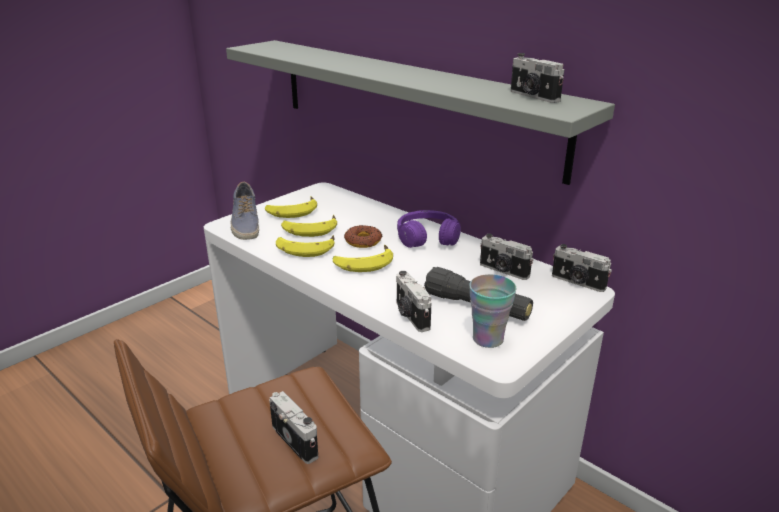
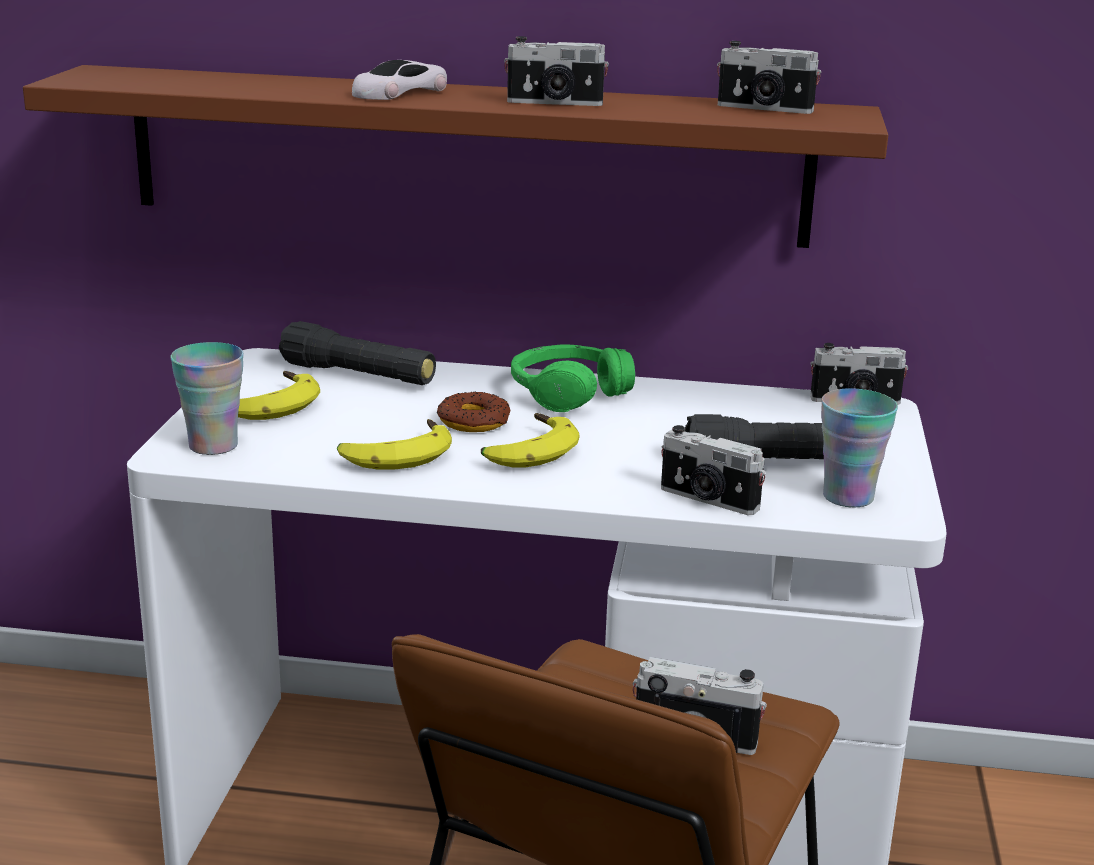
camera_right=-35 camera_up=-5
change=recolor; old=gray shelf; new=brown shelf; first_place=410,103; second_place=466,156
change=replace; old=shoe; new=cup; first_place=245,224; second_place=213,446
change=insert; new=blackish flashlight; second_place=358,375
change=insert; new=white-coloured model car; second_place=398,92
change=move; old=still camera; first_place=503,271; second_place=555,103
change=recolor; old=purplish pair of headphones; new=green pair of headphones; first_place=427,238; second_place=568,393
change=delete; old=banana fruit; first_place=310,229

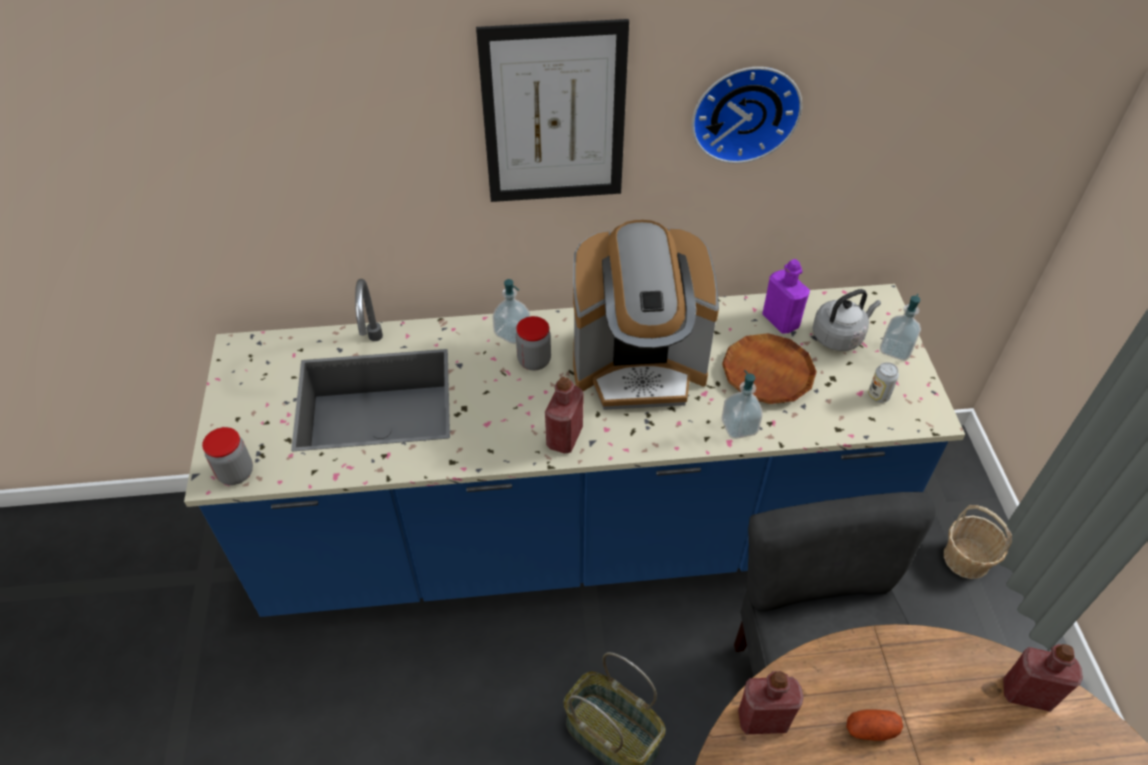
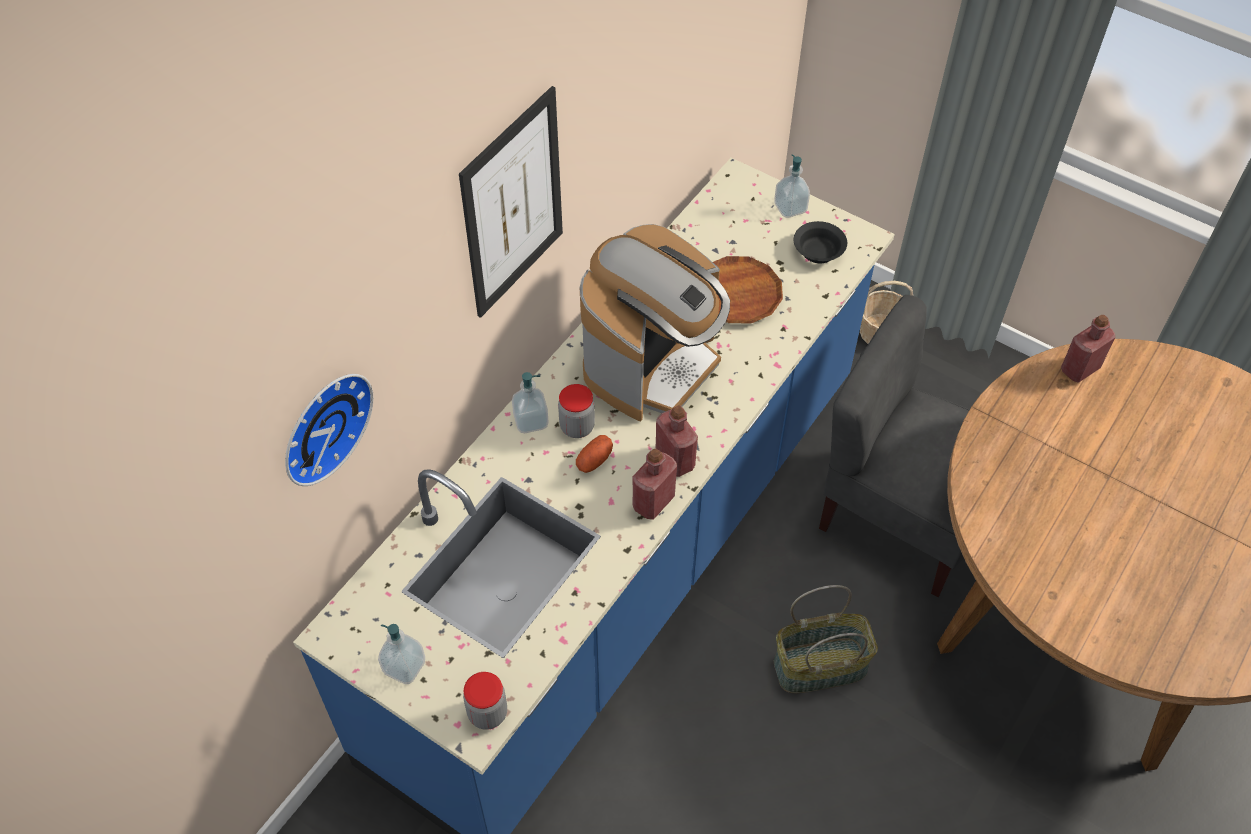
camera_right=-50 camera_up=5
change=move; old=clock on the wall; first_place=744,111; second_place=322,425
change=move; old=soap bottle; first_place=739,426; second_place=404,667
change=move; old=potato; first_place=871,730; second_place=594,460
change=move; old=red-coloured drink bottle; first_place=763,719; second_place=653,502
change=replace; old=sealed can; new=blackish deep dish; first_place=878,396; second_place=819,251
change=delete; old=purplish drink bottle; first_place=780,321
change=delete; old=gray tea kettle; first_place=839,336

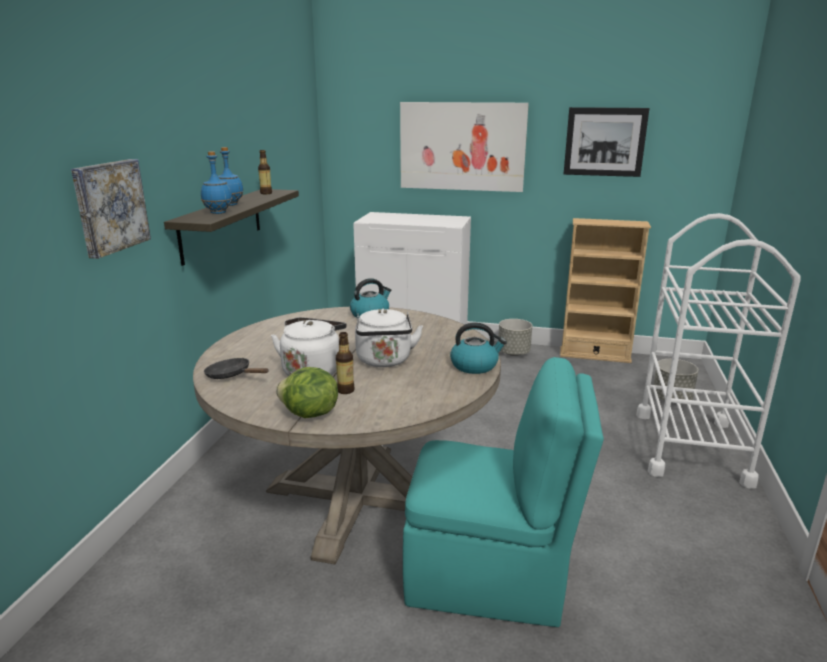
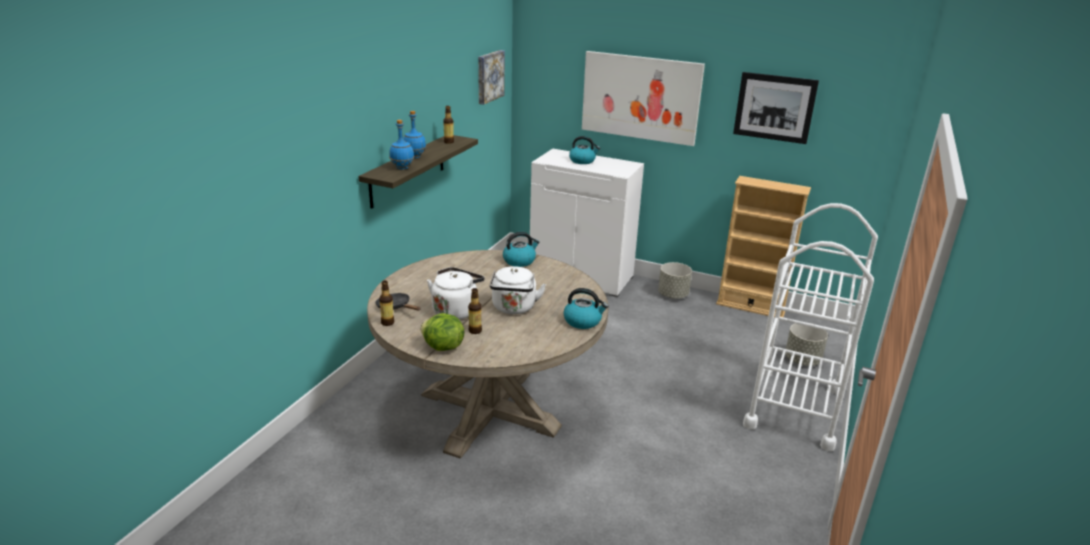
camera_right=10 camera_up=5
change=insert; new=drink bottle; second_place=387,323
change=move; old=wall art; first_place=109,206; second_place=489,76
change=insert; new=tea kettle; second_place=582,161
change=delete; old=blue-green chair; first_place=490,576

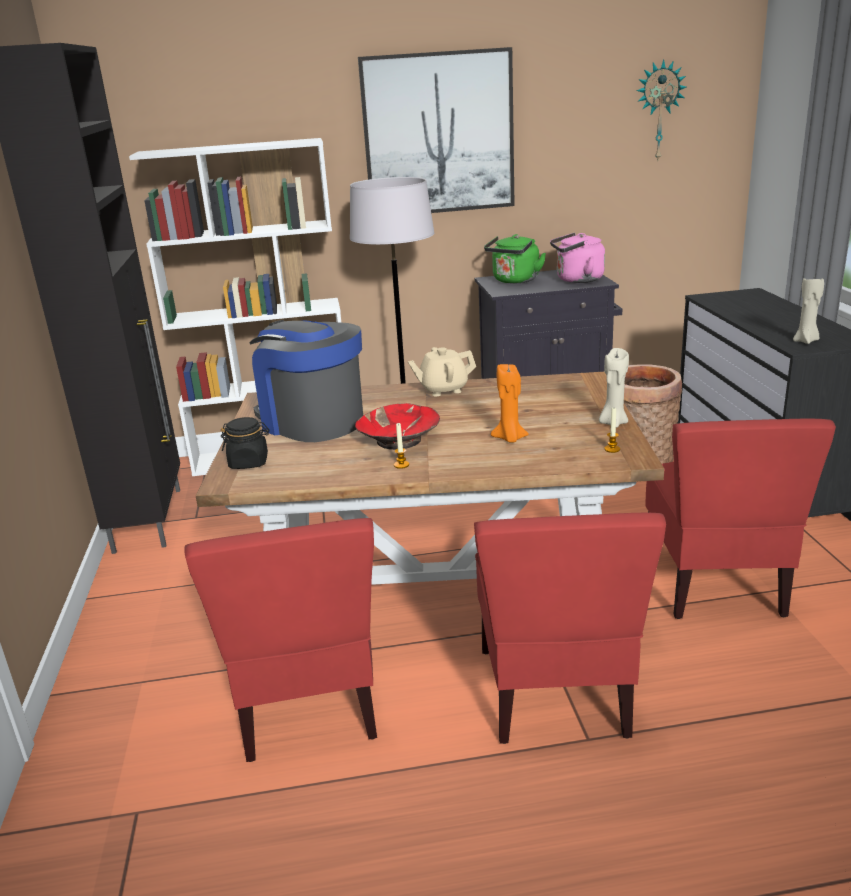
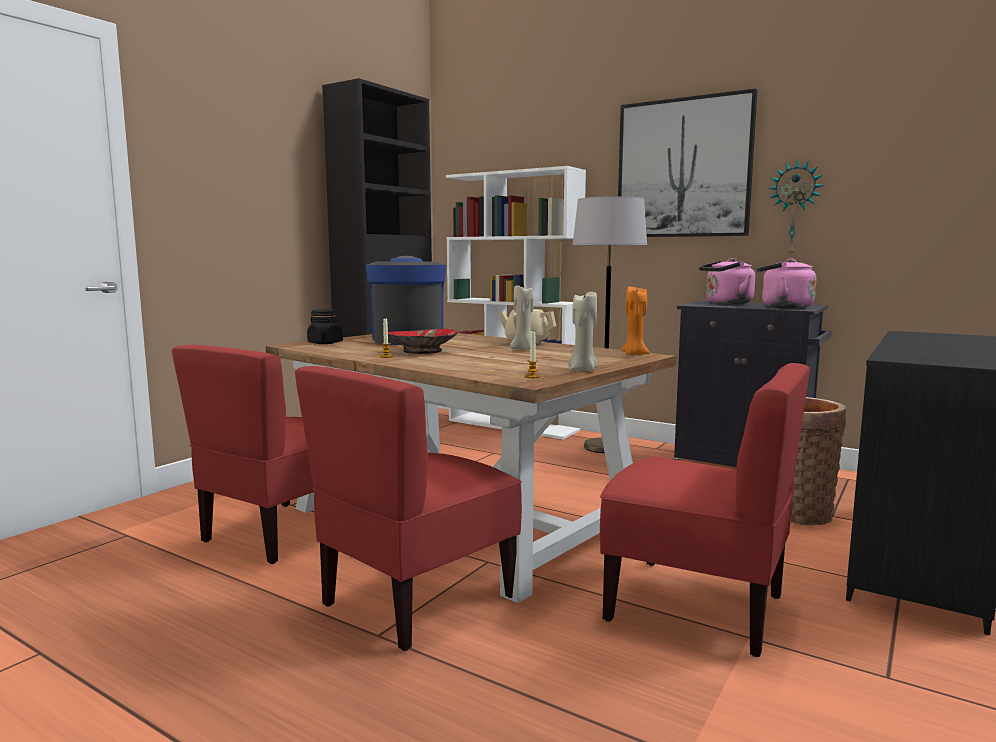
camera_right=40 camera_up=-15
change=move; old=sand-coloured wax light; first_place=806,341; second_place=523,349
change=rotate; old=red-coloured chair; first_place=715,584; second_place=696,607; degrees=-105
change=move; old=orange wax light; first_place=509,439; second_place=634,354
change=recolor; old=green tea kettle; new=pinkish tea kettle; first_place=514,281; second_place=726,303
change=move; old=clock on the wall; first_place=658,111; second_place=794,208

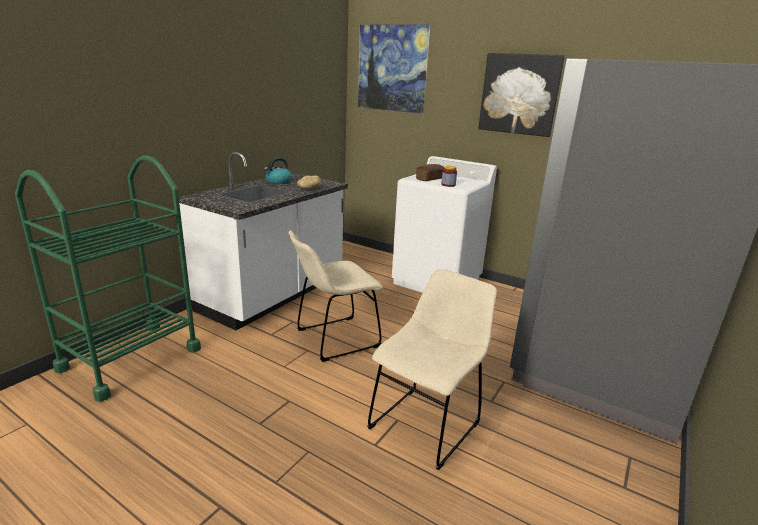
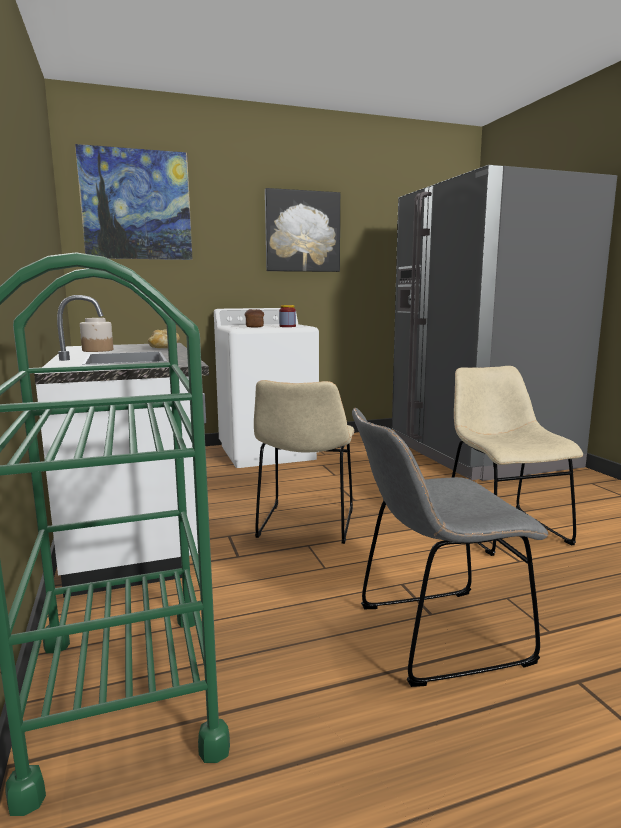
camera_right=-50 camera_up=-10
change=replace; old=tea kettle; new=preserve jar; first_place=278,182; second_place=98,350
change=insert; new=gray chair; second_place=433,636

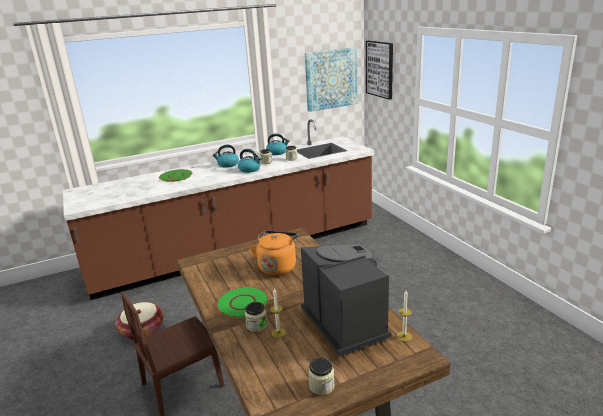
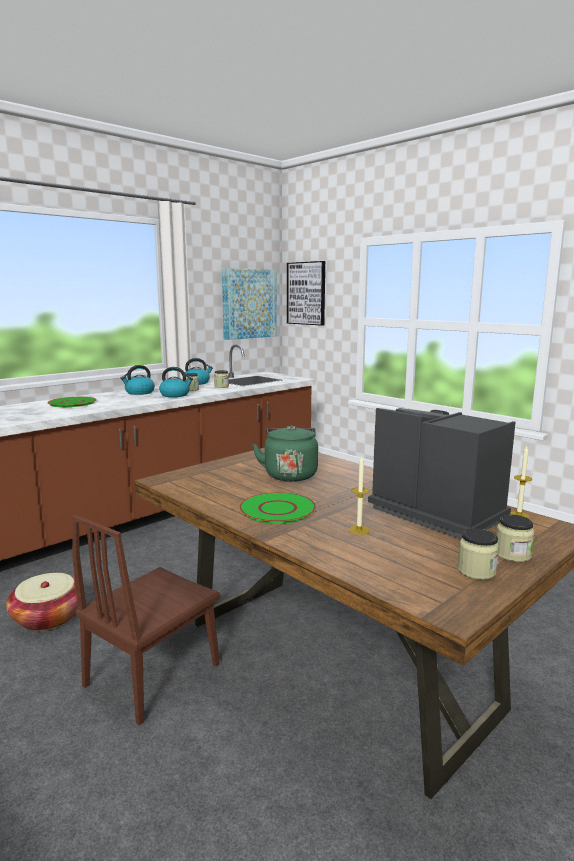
camera_right=-20 camera_up=-10
change=recolor; old=orange tea kettle; new=green tea kettle; first_place=277,266; second_place=290,474
change=move; old=preserve jar; first_place=257,325; second_place=512,554

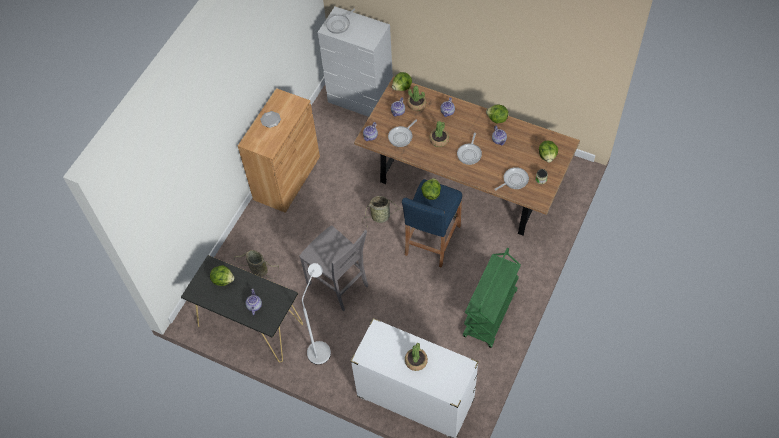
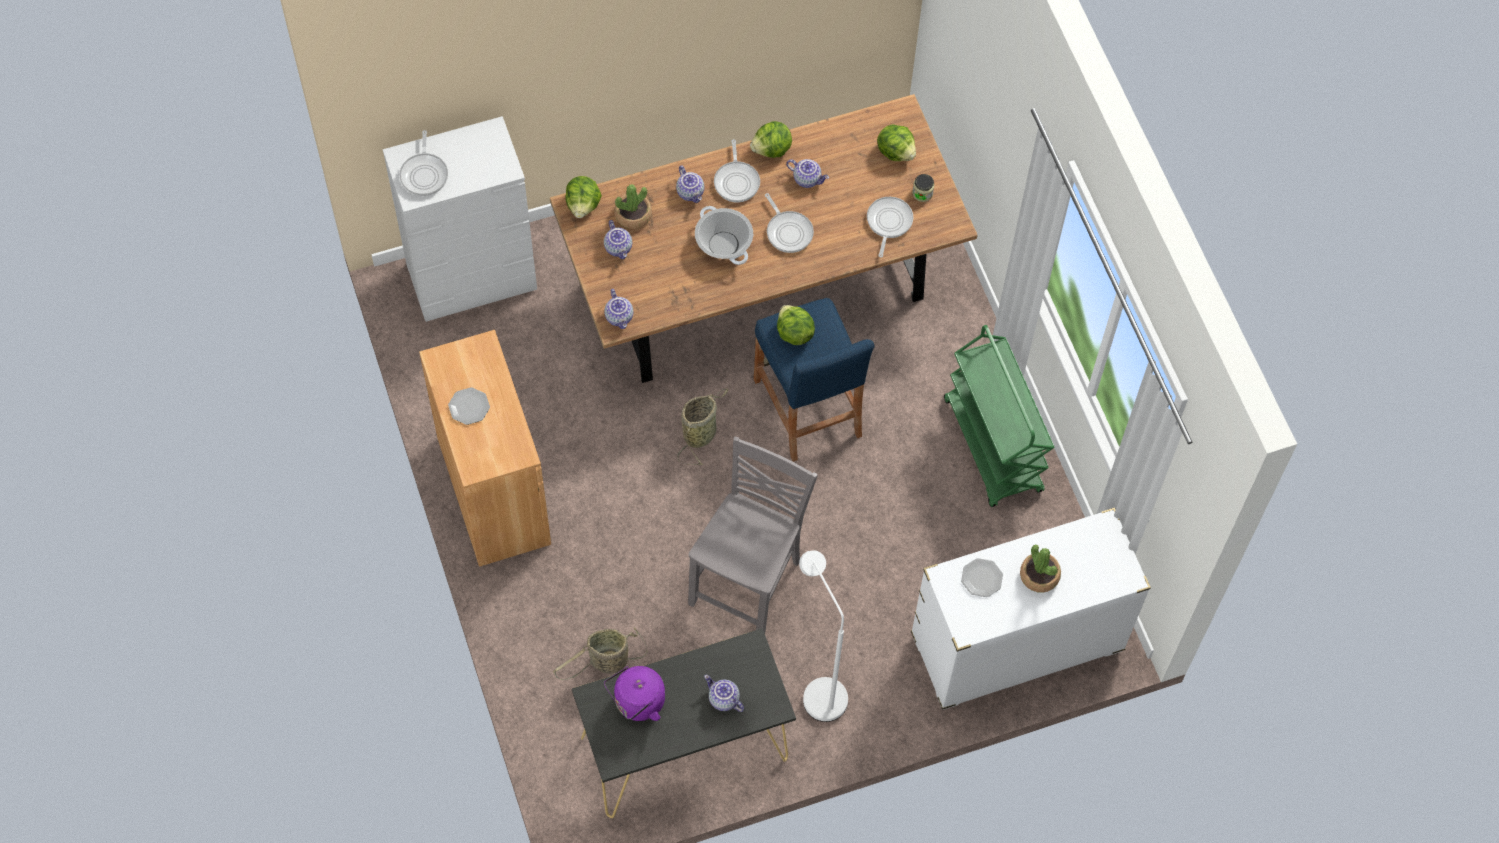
camera_right=-50 camera_up=5
change=replace; old=lettuce; new=purplish tea kettle; first_place=223,280; second_place=637,703
change=rotate; old=gray chair; first_place=339,285; second_place=748,583; degrees=-60
change=replace; old=plant in a pot; new=cooking pot; first_place=439,140; second_place=724,244
change=move; old=pan; first_place=401,137; second_place=736,181
change=insert; new=dinner plate; second_place=981,578

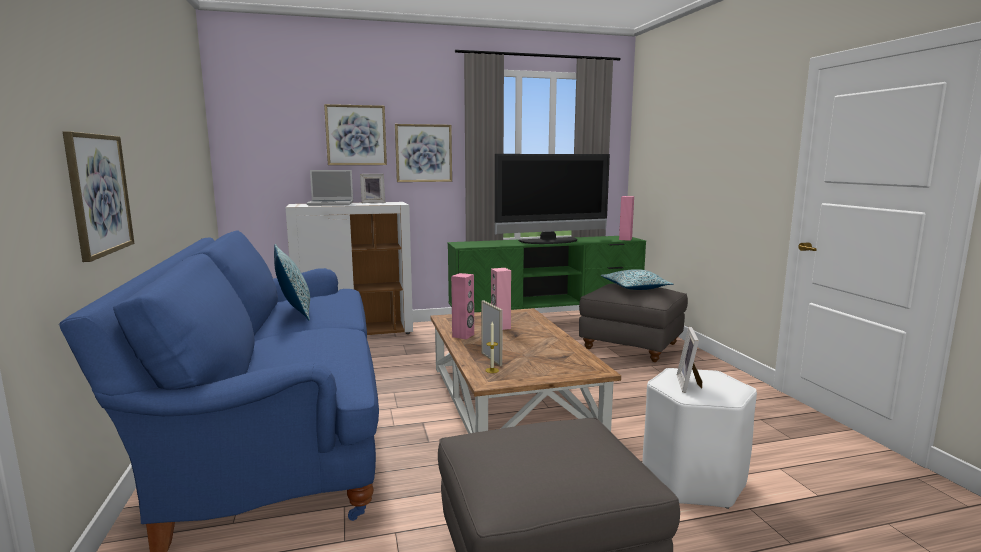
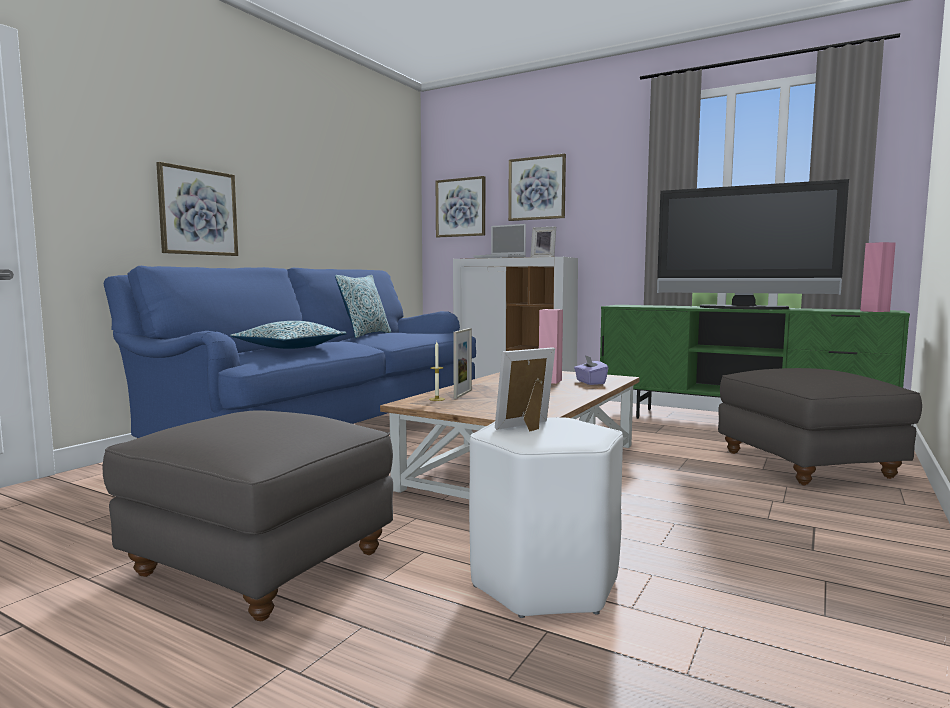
camera_right=45 camera_up=-5
change=move; old=throw pillow; first_place=635,288; second_place=290,347
change=move; old=wall art; first_place=423,153; second_place=460,207
change=insert; new=purplish tissue box; second_place=590,382
change=delete; old=pinkish speaker; first_place=463,336

